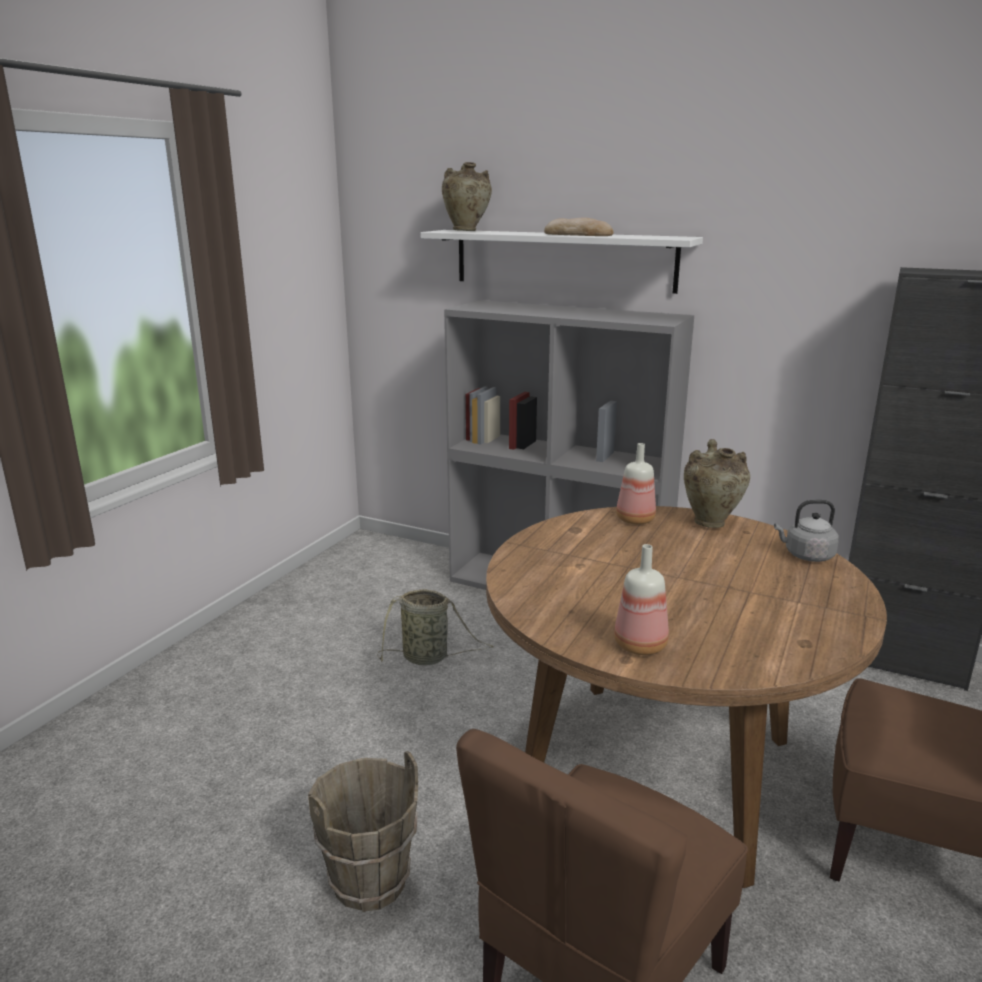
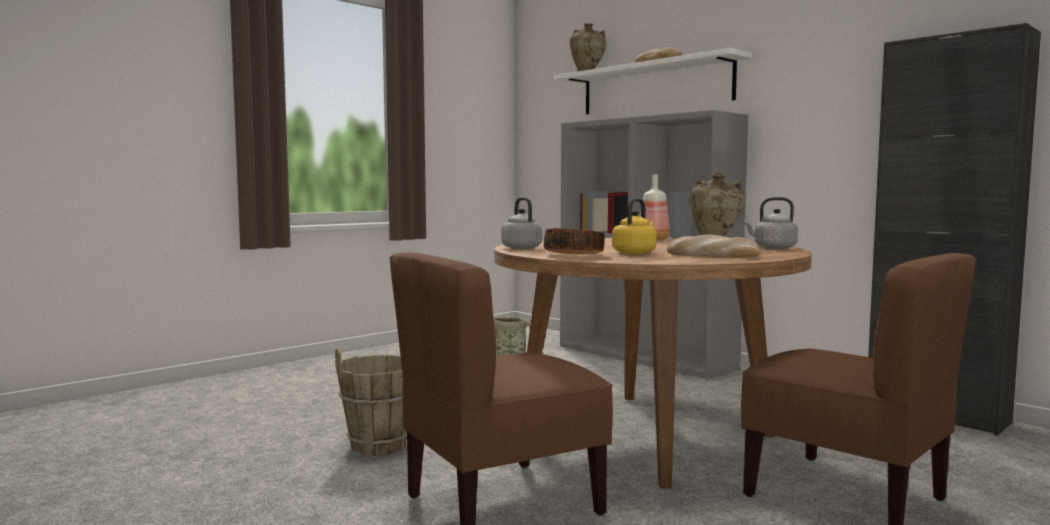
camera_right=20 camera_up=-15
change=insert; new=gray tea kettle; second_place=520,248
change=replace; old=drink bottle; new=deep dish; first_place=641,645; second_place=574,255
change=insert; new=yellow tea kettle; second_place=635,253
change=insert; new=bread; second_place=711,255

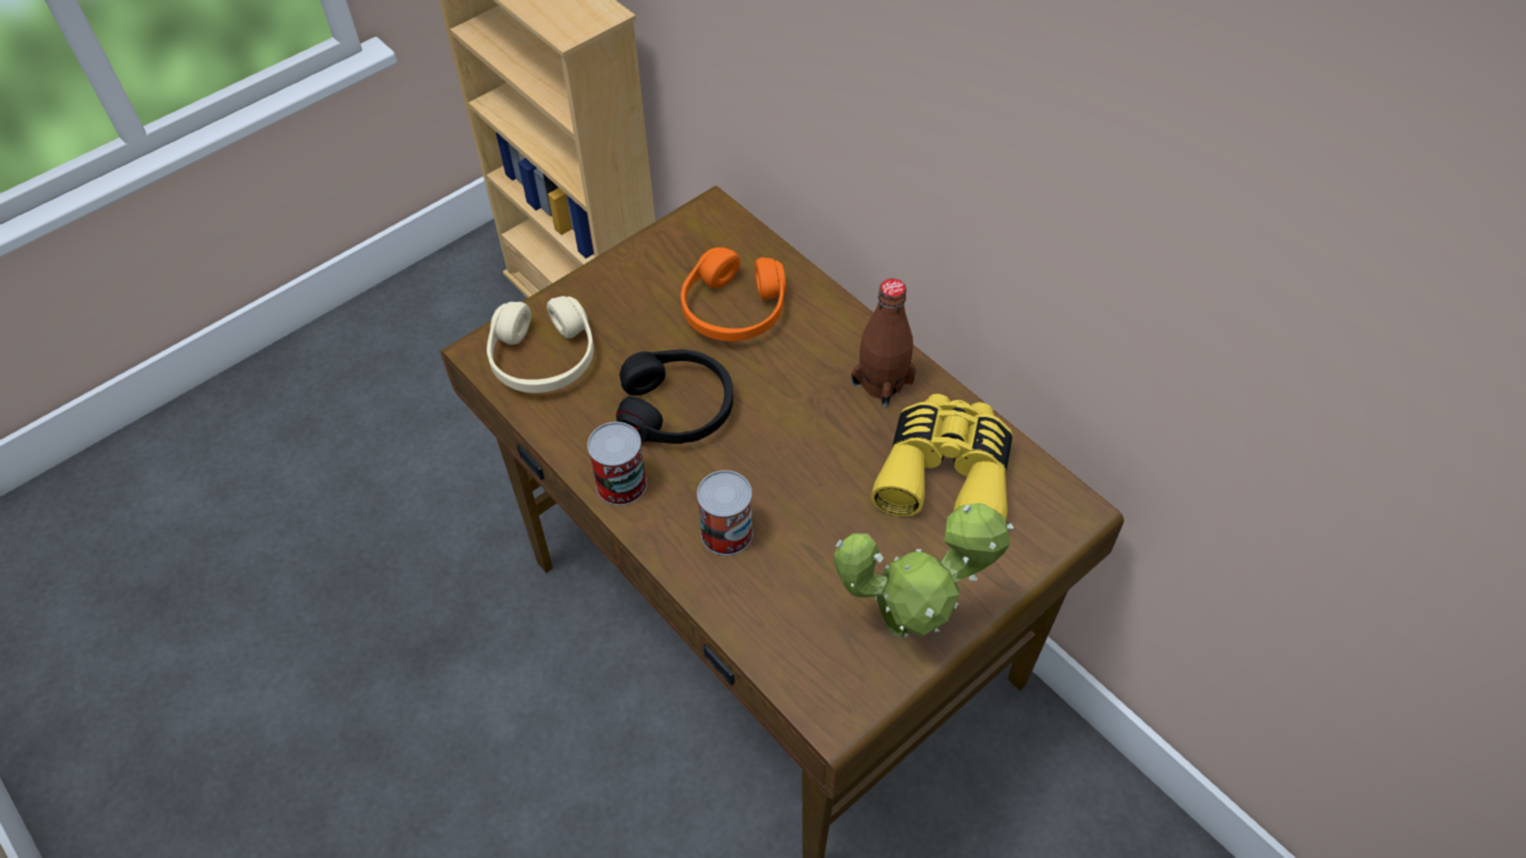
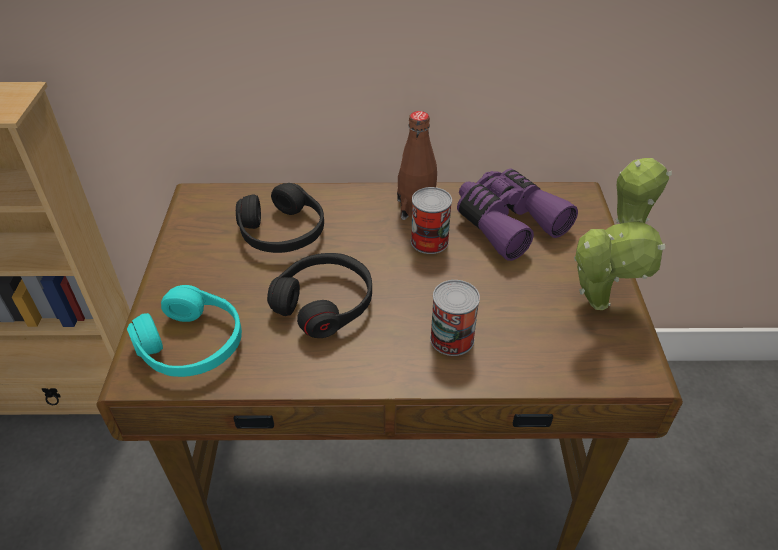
camera_right=-50 camera_up=-10
change=recolor; old=sand-coloured pair of headphones; new=blue-green pair of headphones; first_place=543,358; second_place=192,344
change=recolor; old=orange pair of headphones; new=blackish pair of headphones; first_place=733,309; second_place=282,232
change=move; old=sealed can; first_place=621,484; second_place=429,241
change=recolor; old=yellow binoculars; new=purplish binoculars; first_place=946,472; second_place=507,222

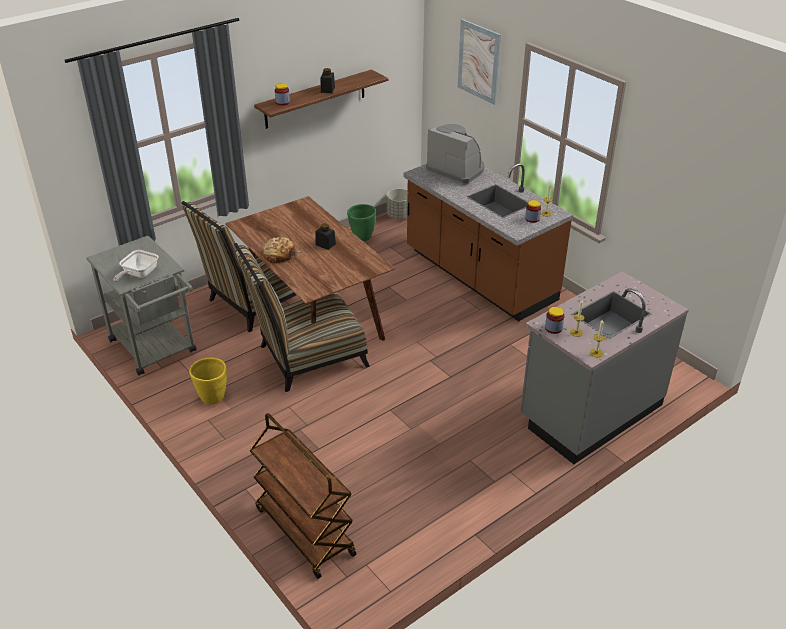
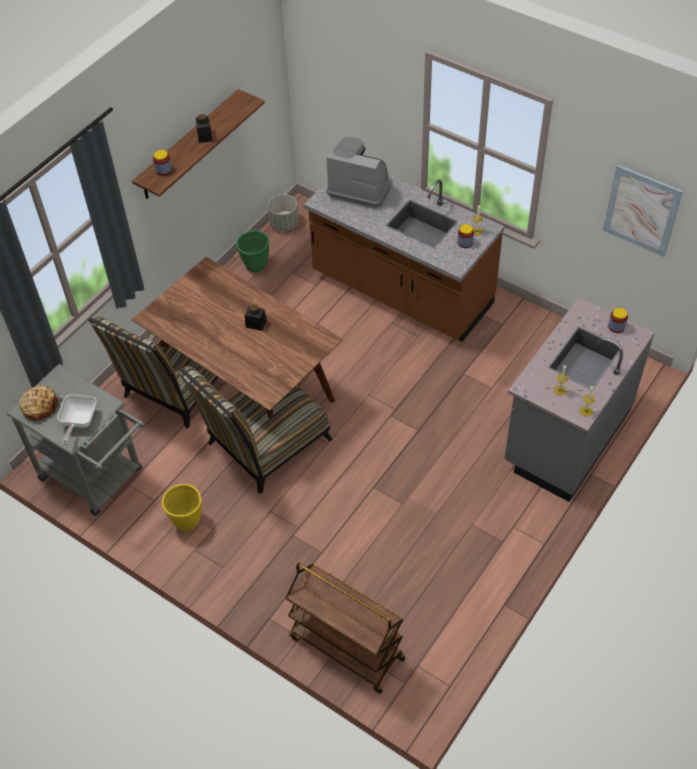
camera_right=-15 camera_up=15
change=move; old=bread; first_place=279,255; second_place=40,406
change=move; old=wall art; first_place=479,61; second_place=641,210
change=move; old=preserve jar; first_place=553,328; second_place=616,326

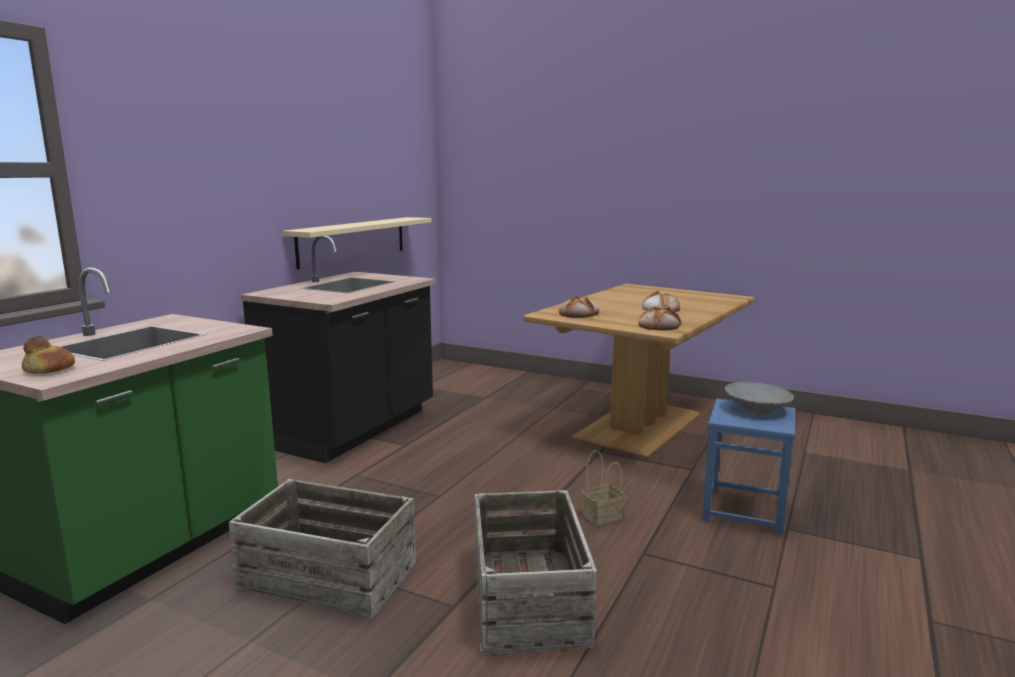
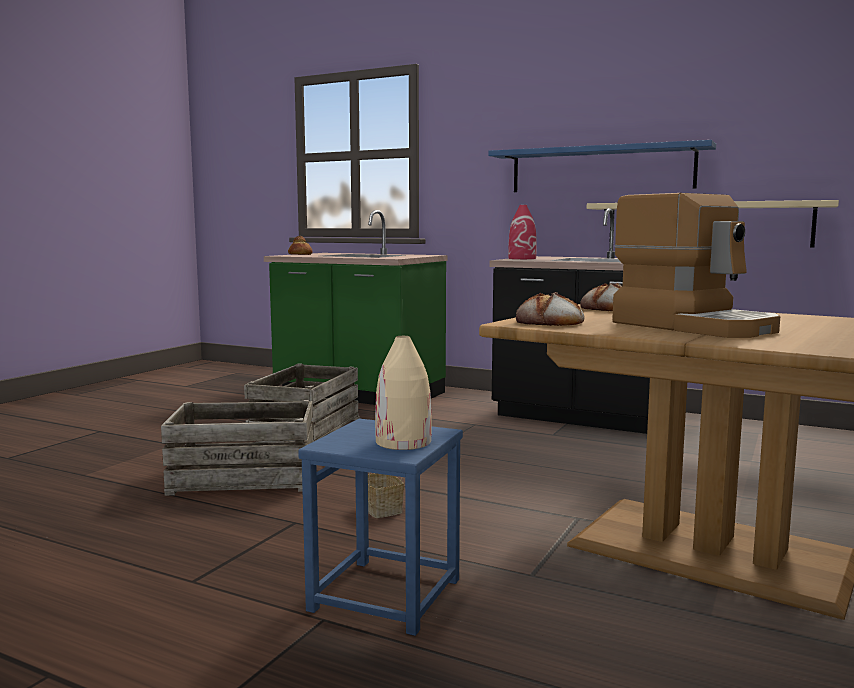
camera_right=90 camera_up=-5
change=replace; old=gray deep dish; new=sand-coloured vase; first_place=757,410; second_place=403,442
change=insert; new=blue shelf; second_place=601,169
change=insert; new=red-coloured vase; second_place=522,258
change=replace; old=bread; new=coffee machine; first_place=660,308; second_place=694,326

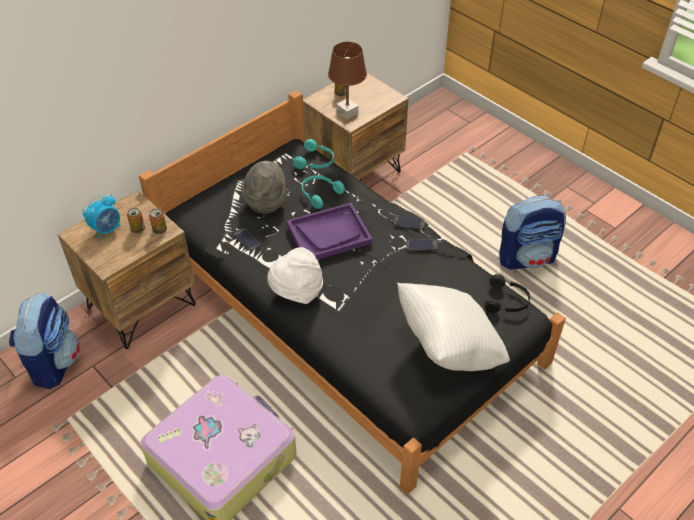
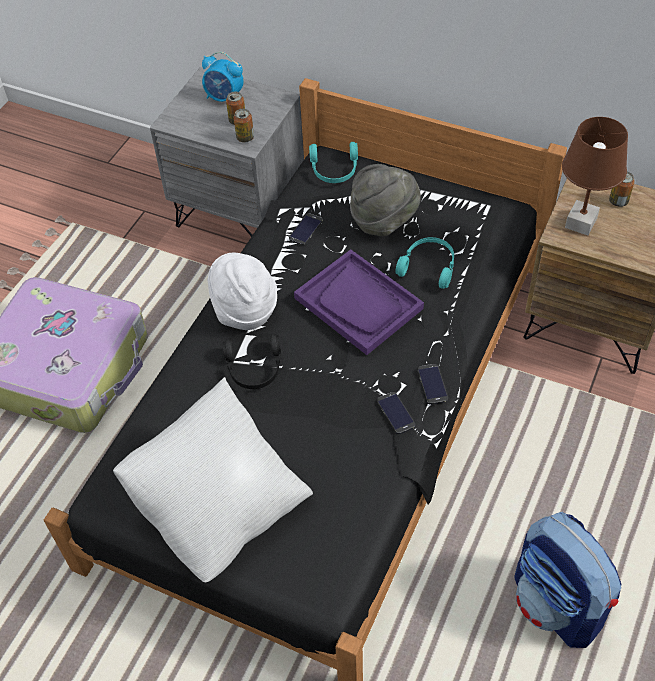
camera_right=70 camera_up=5
change=recolor; old=brown night table; new=gray night table; first_place=141,305; second_place=241,211
change=move; old=blackish pair of headphones; first_place=507,301; second_place=254,369
change=move; old=blue-green pair of headphones; first_place=316,161; second_place=334,170
change=delete; old=backpack; first_place=53,362

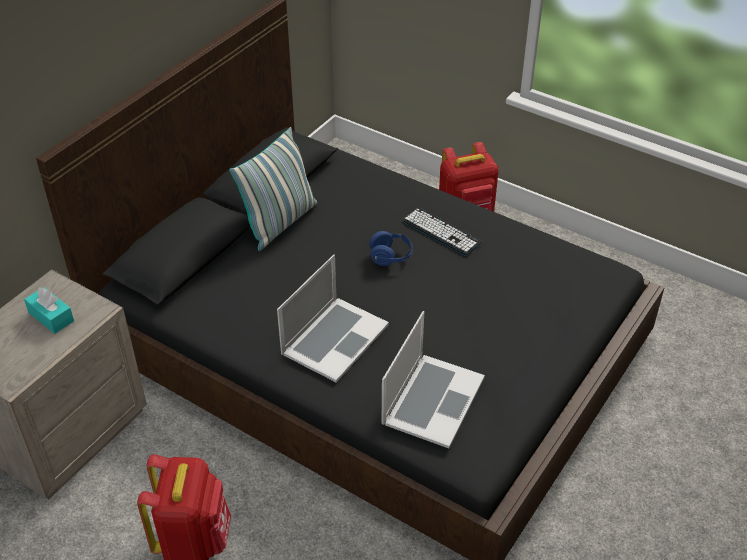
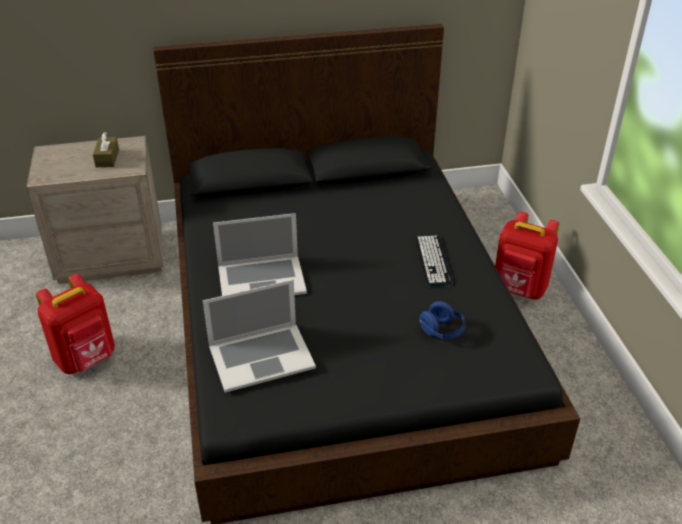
camera_right=45 camera_up=-5
change=recolor; old=blue-green tissue box; new=brown tissue box; first_place=51,317; second_place=107,158
change=move; old=blue pair of headphones; first_place=391,257; second_place=442,331
change=delete; old=throw pillow; first_place=280,223

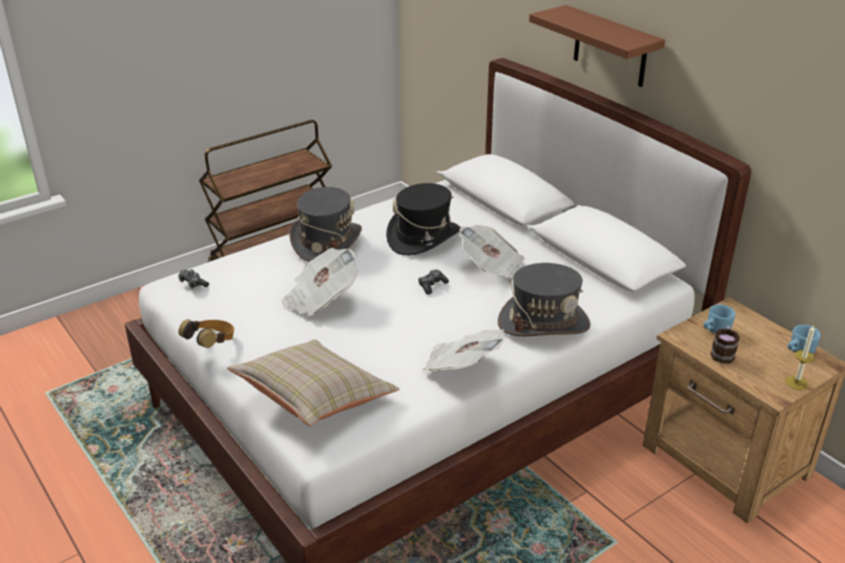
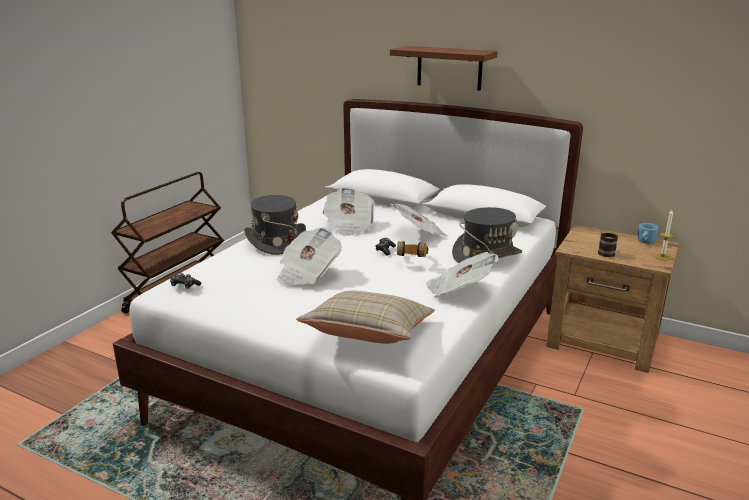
camera_right=-25 camera_up=-10
change=replace; old=blackish hat; new=newspaper; first_place=423,237; second_place=349,226
change=move; old=pair of headphones; first_place=211,344; second_place=412,260
change=delete; old=blue mug; first_place=714,331

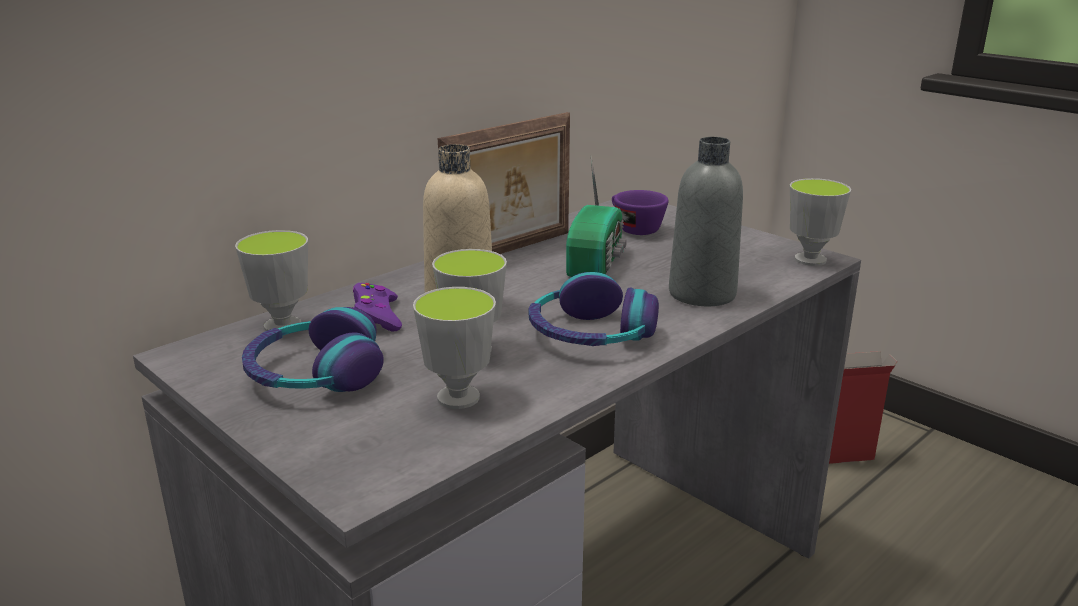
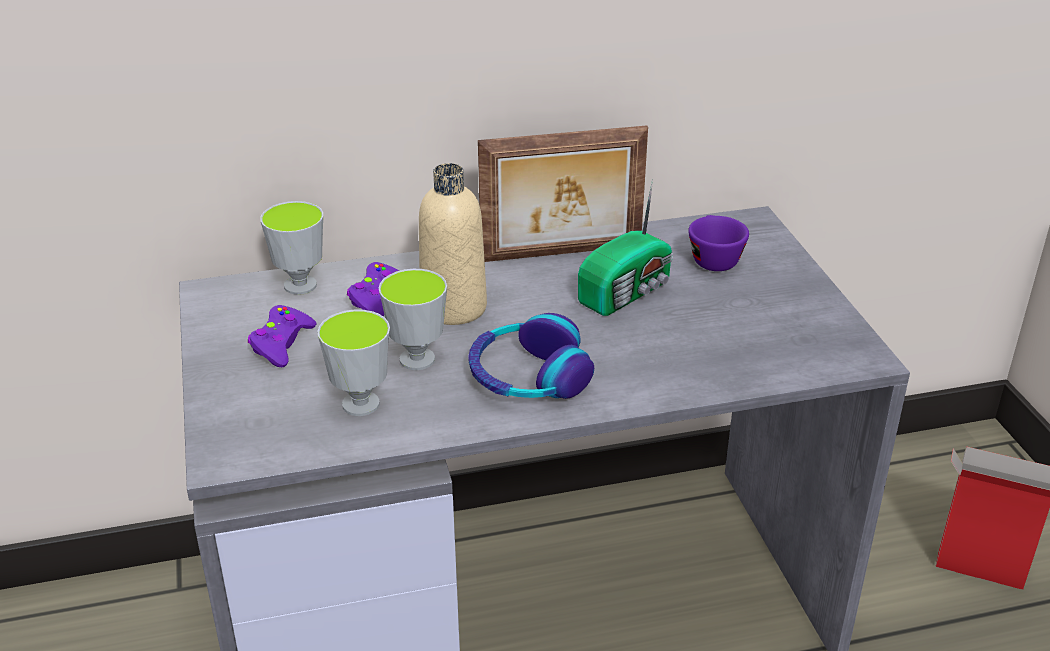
camera_right=30 camera_up=10
change=replace; old=pair of headphones; new=purplish game controller; first_place=314,374; second_place=281,344
change=delete; old=gray drink bottle; first_place=702,294
change=delete; old=cup; first_place=810,260

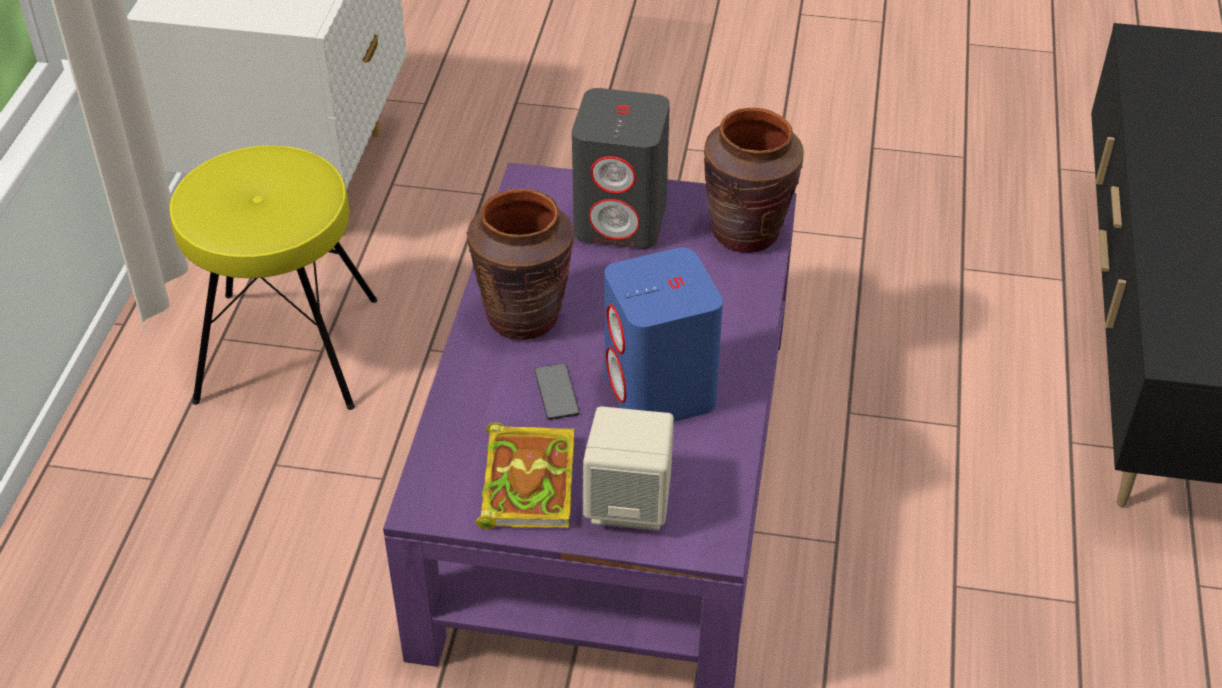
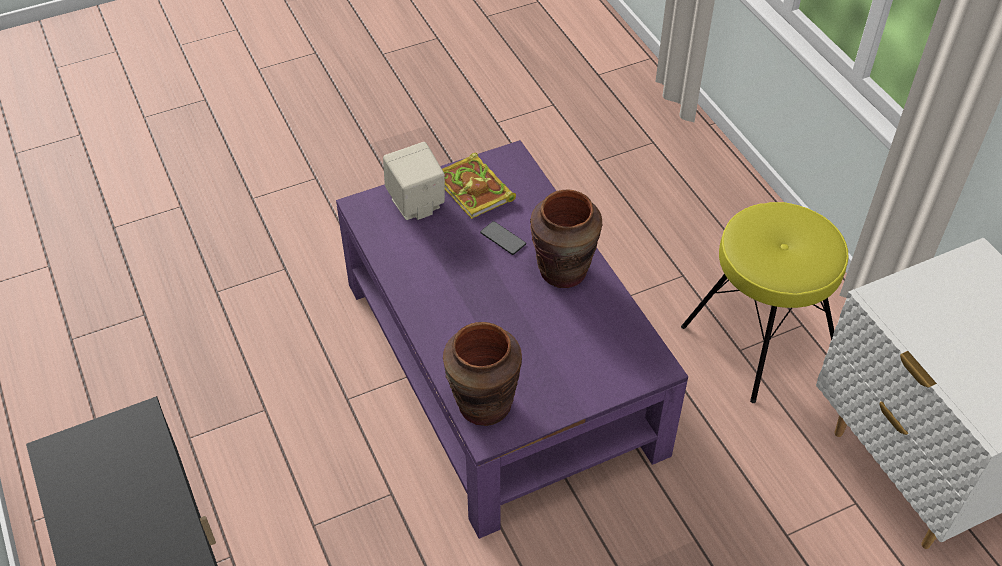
camera_right=145 camera_up=5
change=delete; old=gray speaker; first_place=622,220
change=delete; old=blue speaker; first_place=660,392

